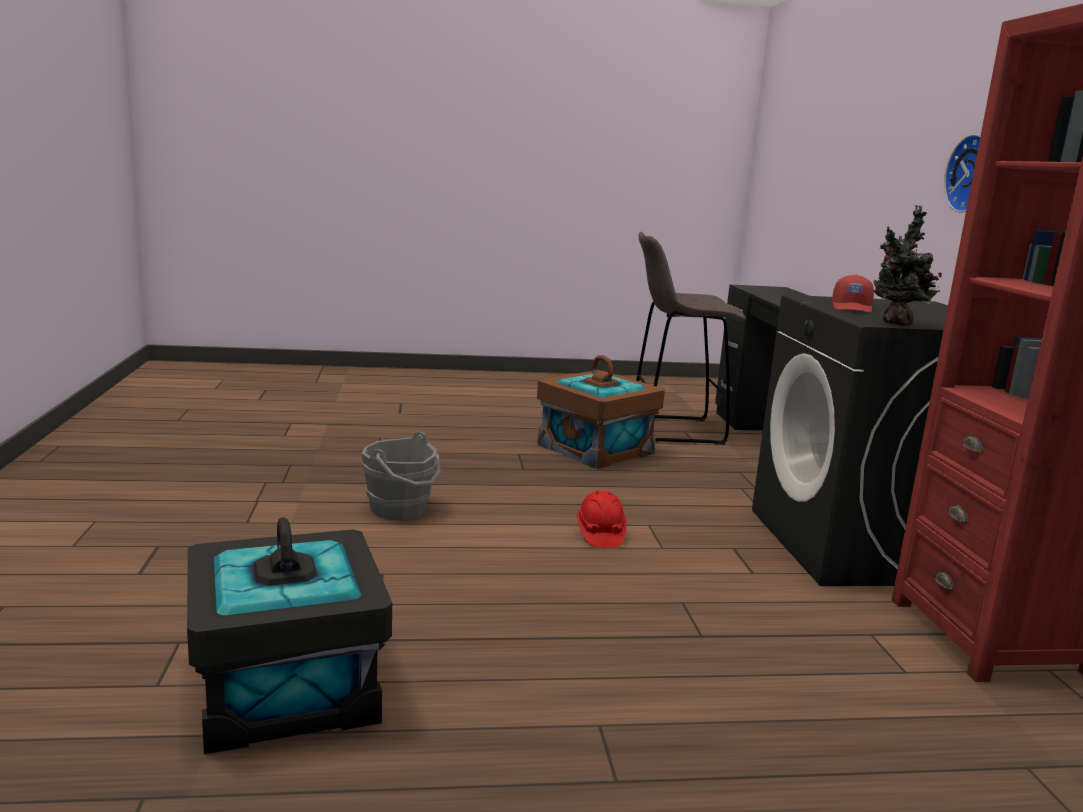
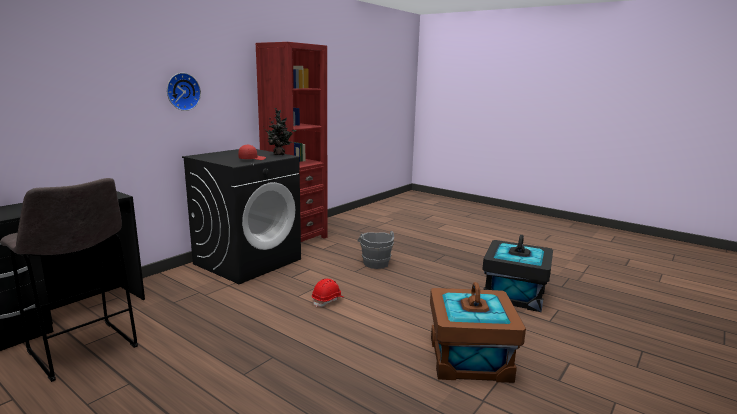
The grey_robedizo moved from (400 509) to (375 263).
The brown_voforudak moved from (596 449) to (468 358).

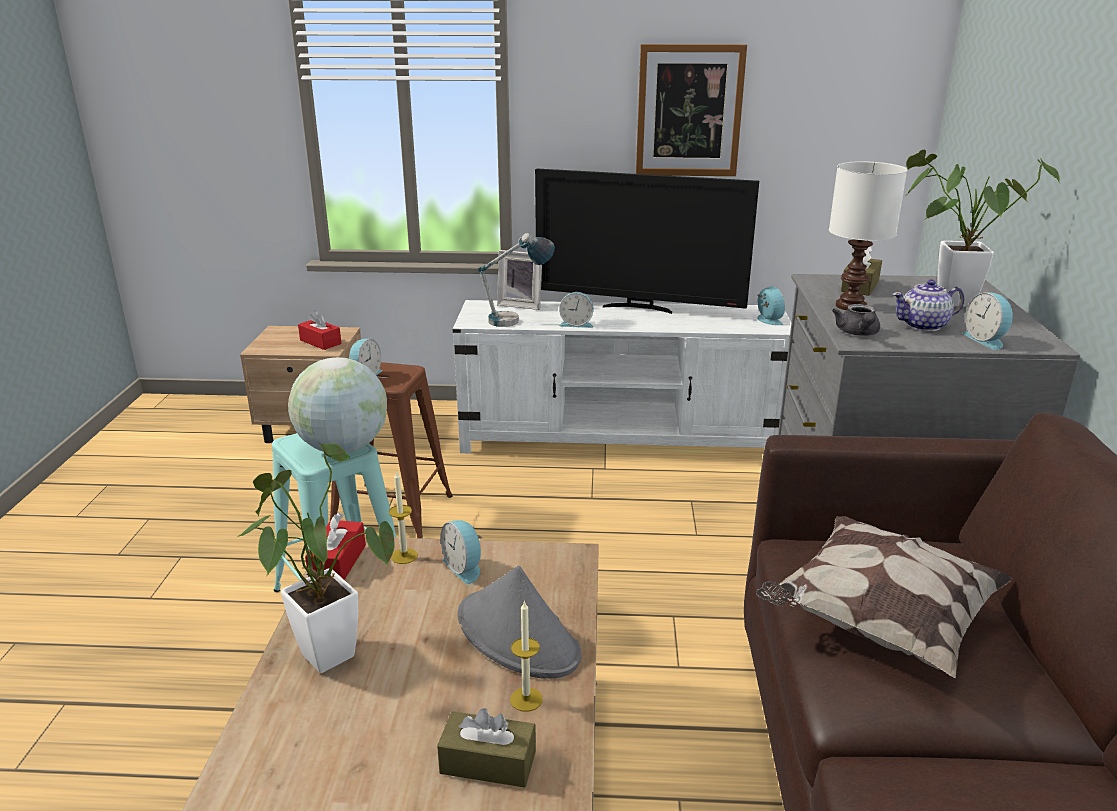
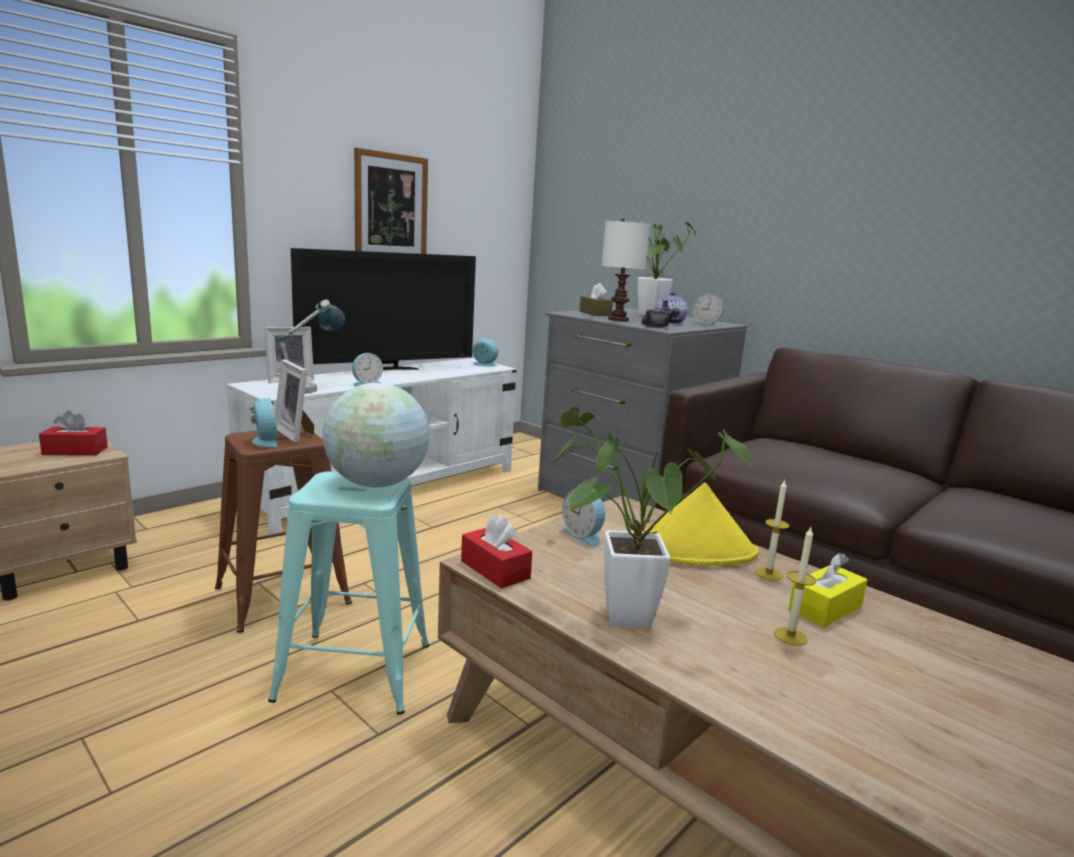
The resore moved from (404 556) to (790 636).
The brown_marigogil at (488 762) became the yellow_marigogil at (825 608).
The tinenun at (464 567) turned 45 degrees clockwise.
The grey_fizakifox at (518 636) became the yellow_fizakifox at (694 550).
The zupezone at (877 622) disappeared.
The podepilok at (296 434) appeared.

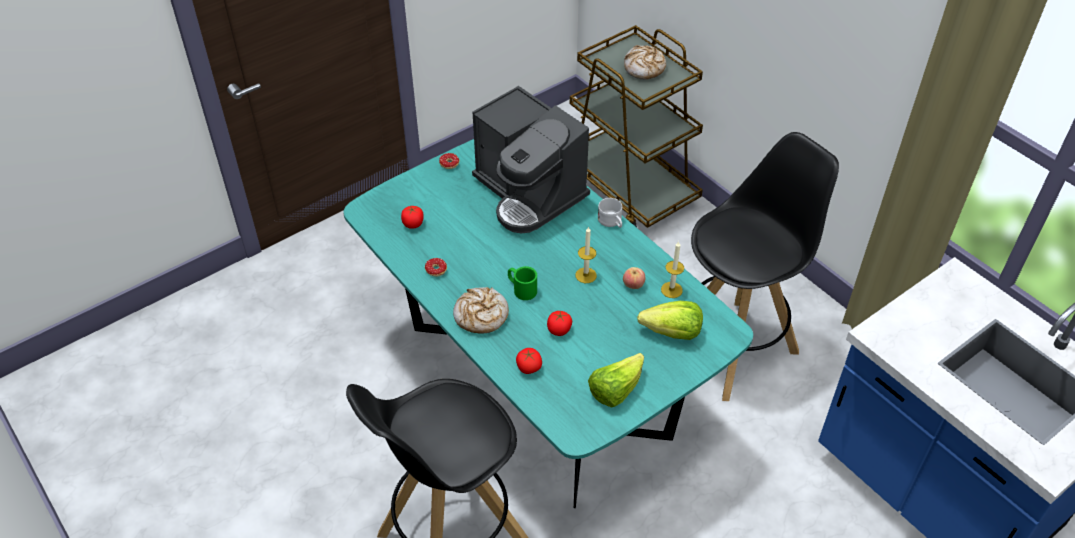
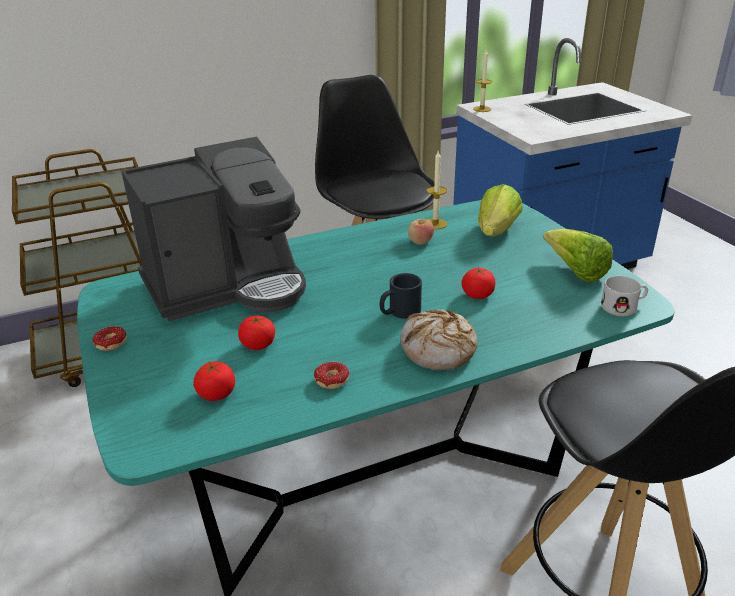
The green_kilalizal at (521 289) became the black_kilalizal at (399 312).
The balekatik moved from (528 367) to (258 345).
The resore moved from (586 275) to (482 109).
The white_kilalizal moved from (612 222) to (624 307).
The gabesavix at (644 68) disappeared.

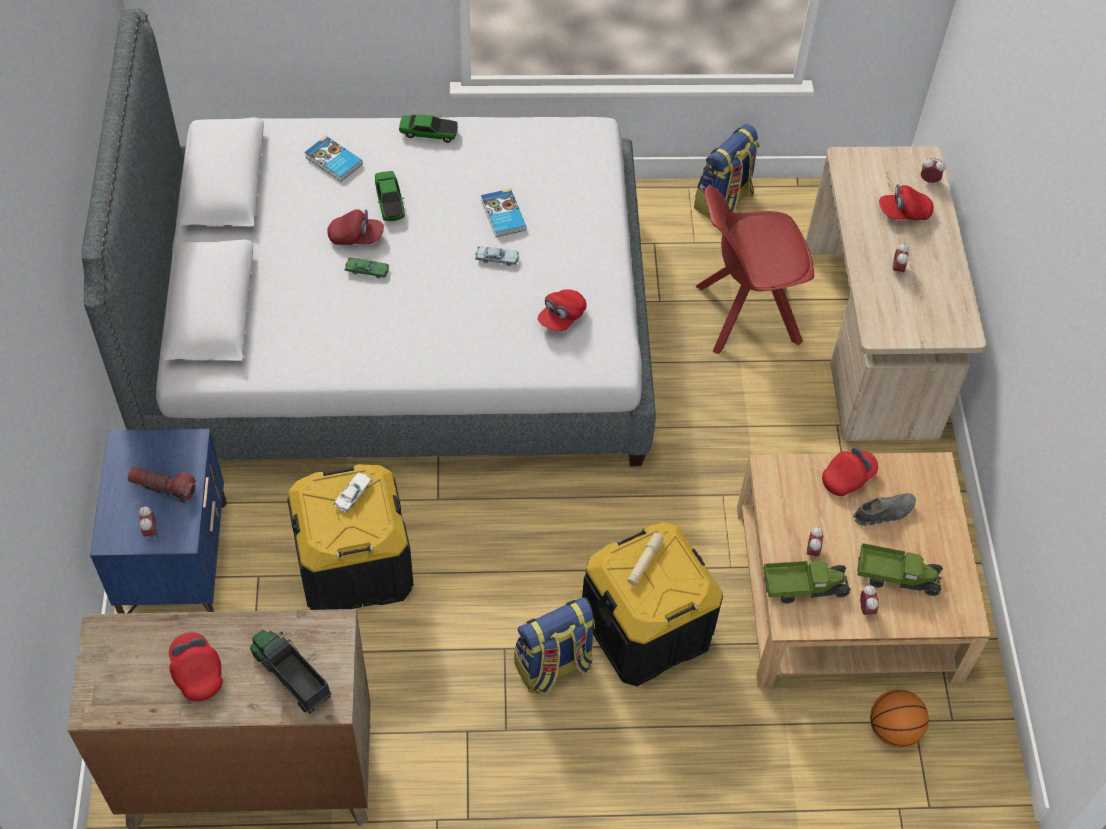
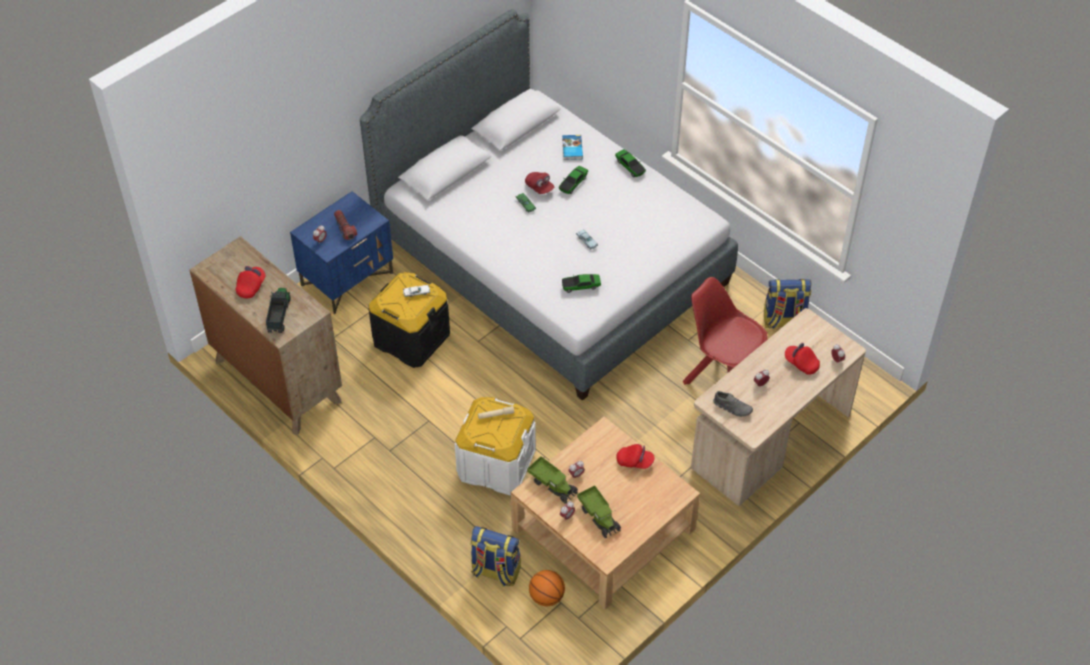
The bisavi at (502 215) disappeared.
The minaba moved from (553 666) to (495 571).
The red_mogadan at (561 317) was replaced by the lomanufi at (581 286).
The black_voforudak at (646 628) became the white_voforudak at (496 464).
The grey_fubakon moved from (883 512) to (732 407).

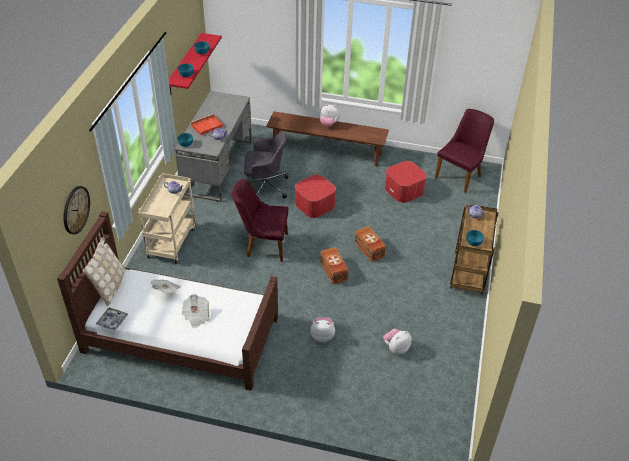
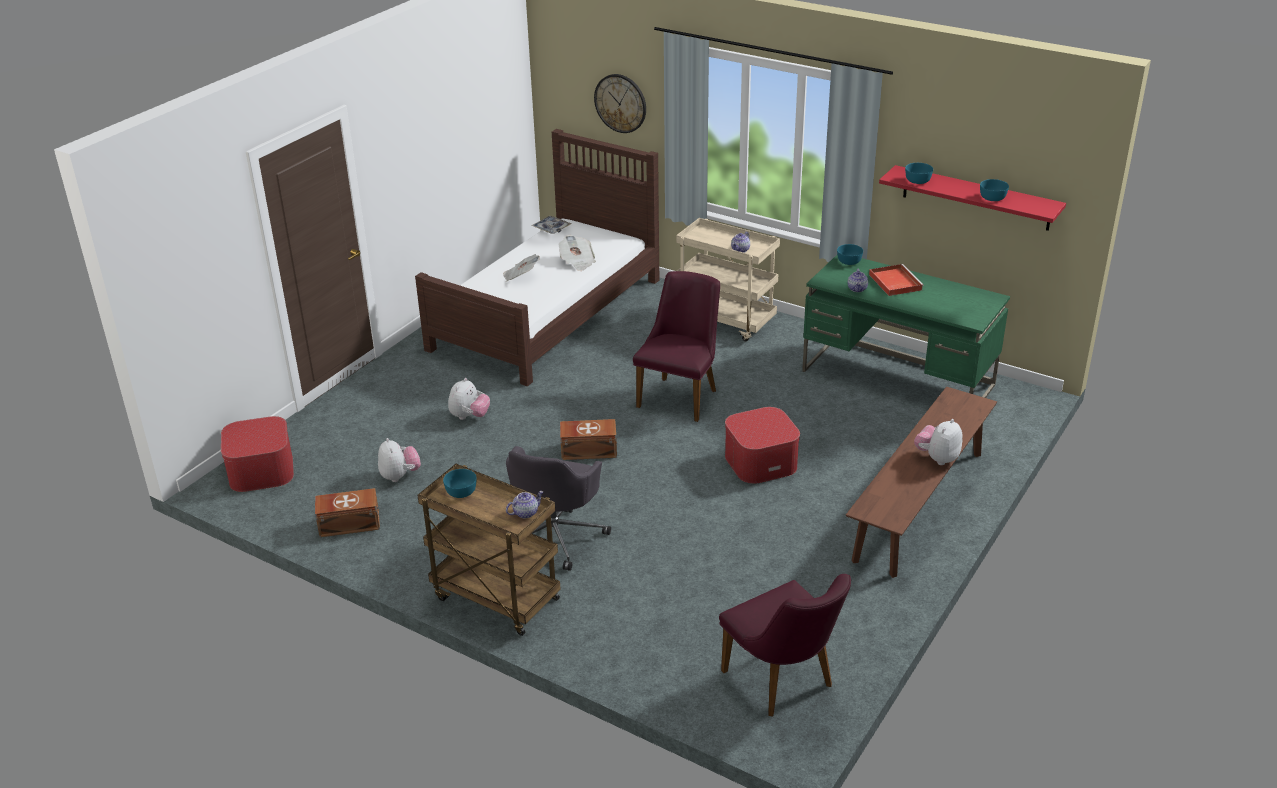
The beige_zupezone at (110 287) disappeared.
The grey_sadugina at (218 167) became the green_sadugina at (898 378).
The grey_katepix moved from (265 186) to (555 536).
The brown_voforudak moved from (369 250) to (348 523).
The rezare moved from (404 190) to (261 470).

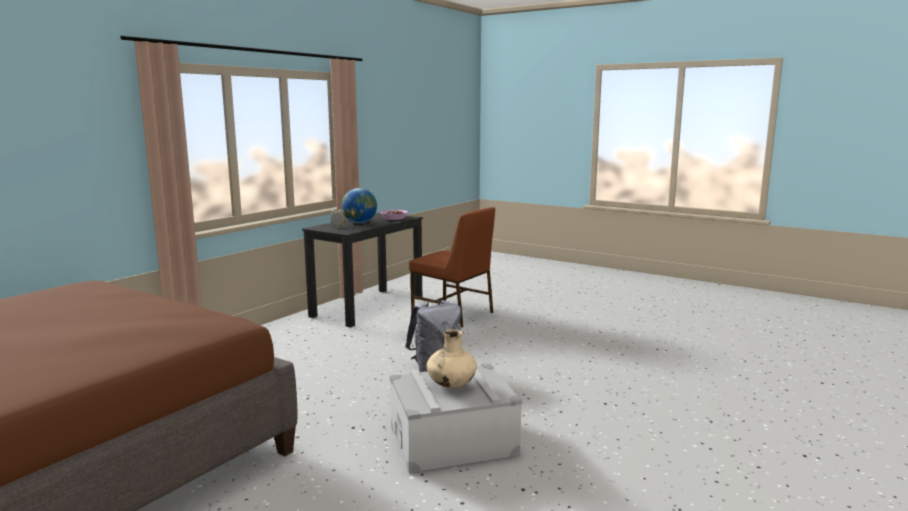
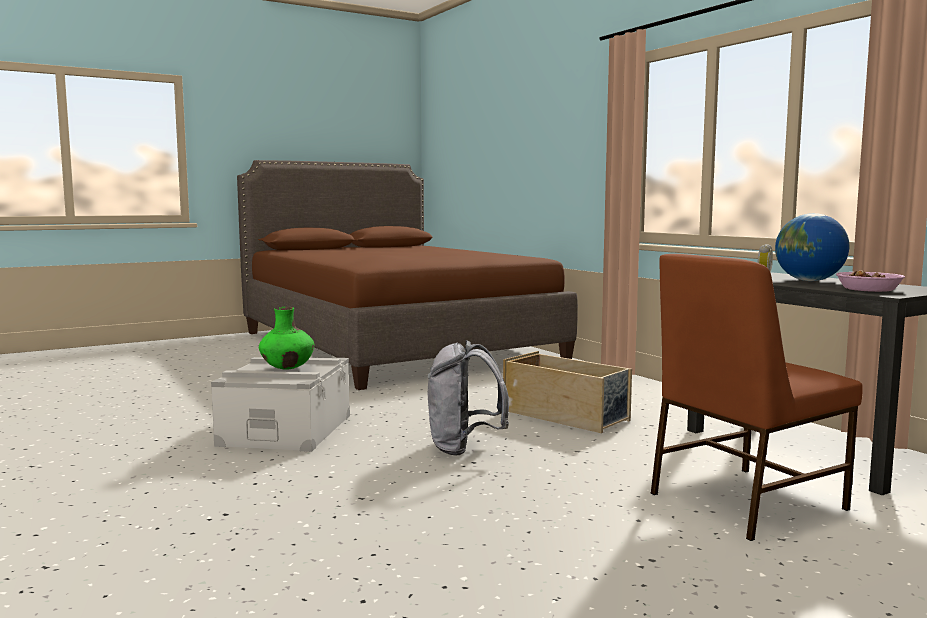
The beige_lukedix at (451 385) became the green_lukedix at (287 368).
The beige_voforudak at (566 416) appeared.

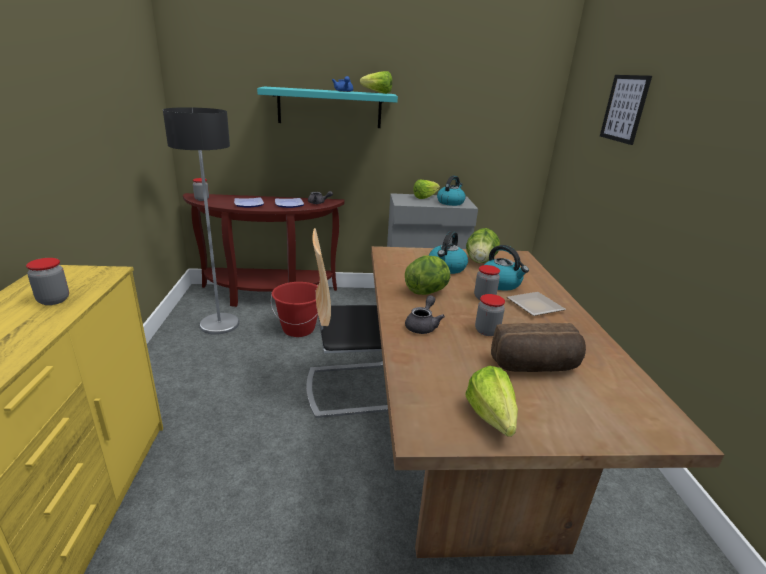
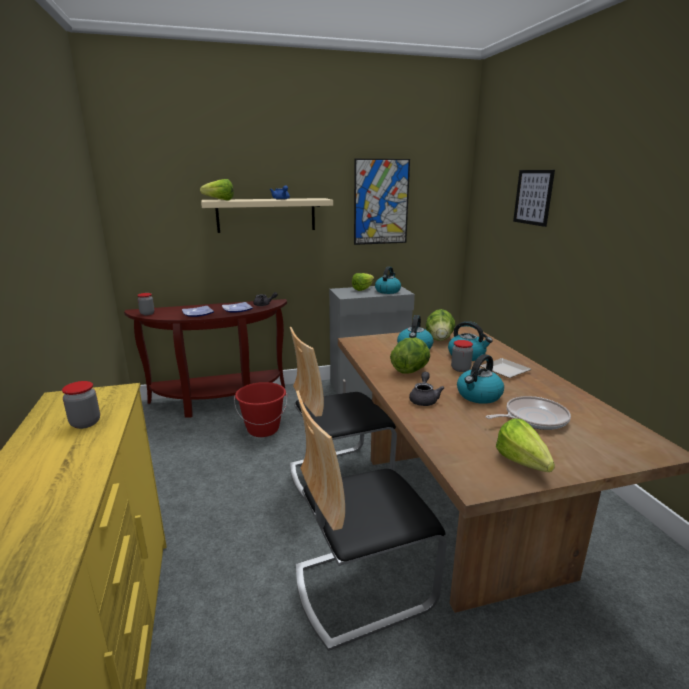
The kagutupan at (219 324) disappeared.
The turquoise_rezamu at (329 108) became the beige_rezamu at (266 215).
The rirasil moved from (375 93) to (217 200).
The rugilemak at (486 331) was replaced by the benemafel at (478 396).
The gabesavix at (535 367) was replaced by the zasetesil at (533 418).
The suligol at (361 585) appeared.
The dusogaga at (381 202) appeared.

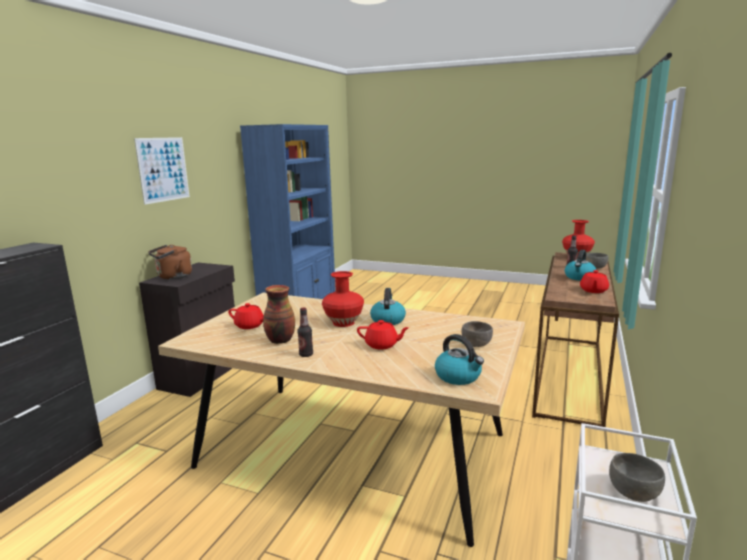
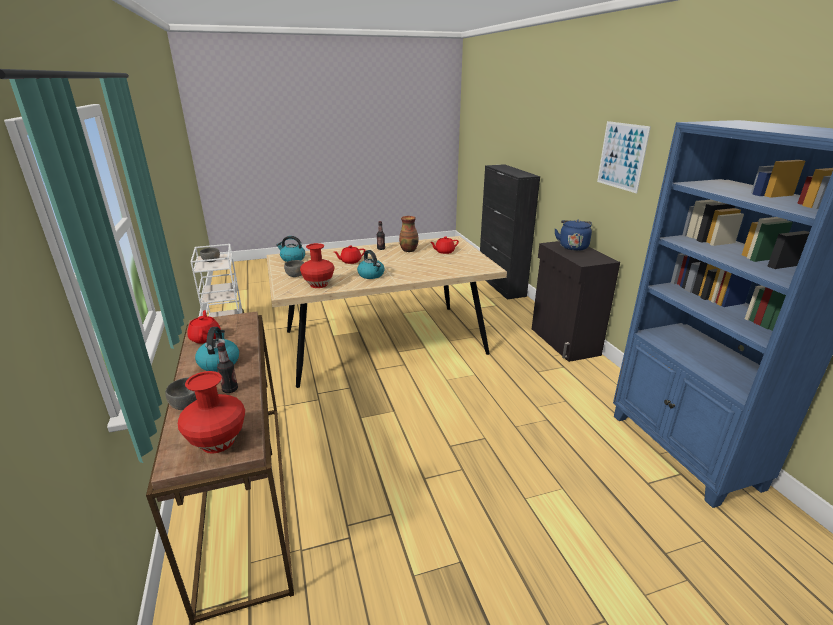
The brown_benemafel at (172 277) became the blue_benemafel at (572 247).
The red_lukedix moved from (343 322) to (319 285).

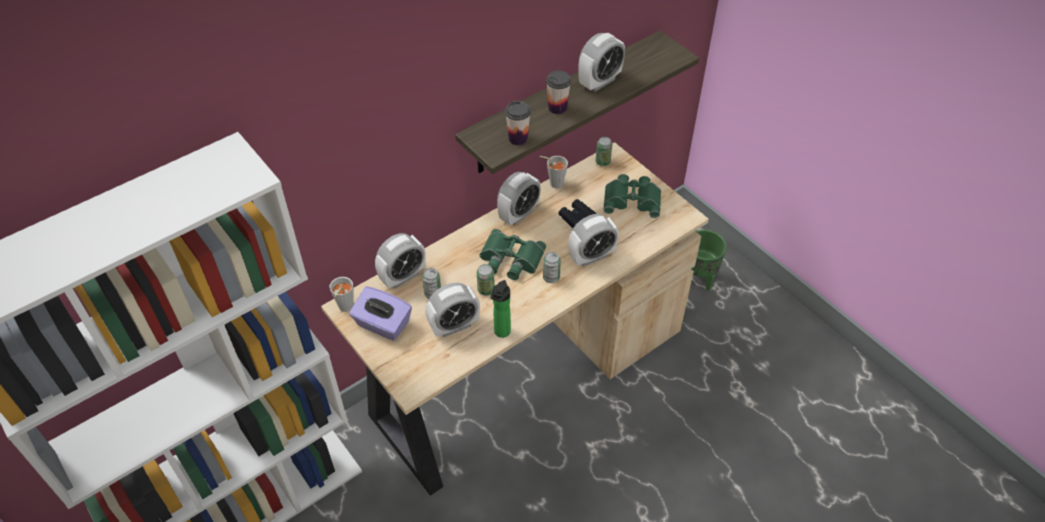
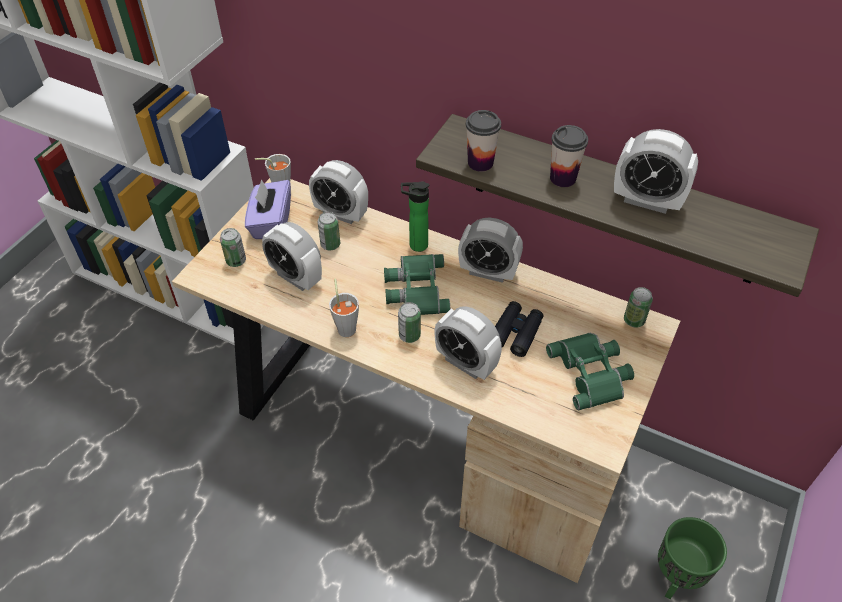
The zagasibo moved from (486 290) to (236 261).
The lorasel moved from (501 333) to (415 245).
The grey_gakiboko moved from (553 183) to (346 326).

